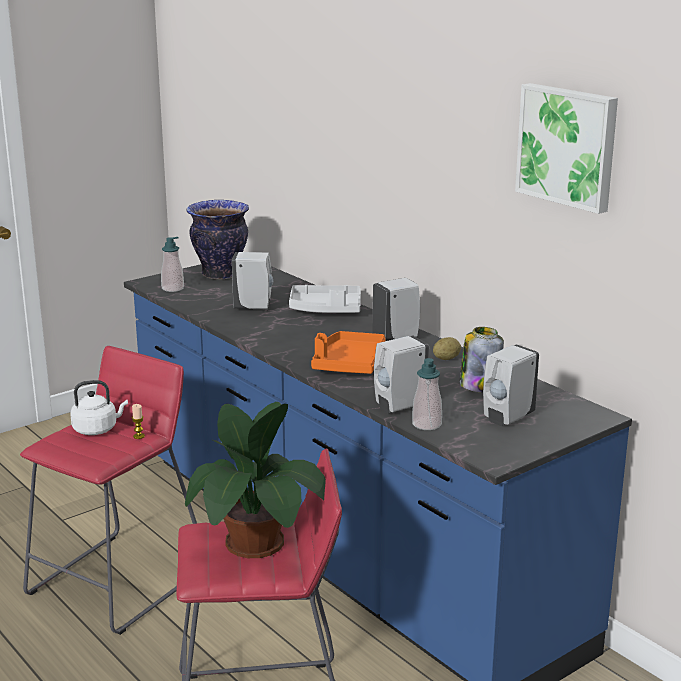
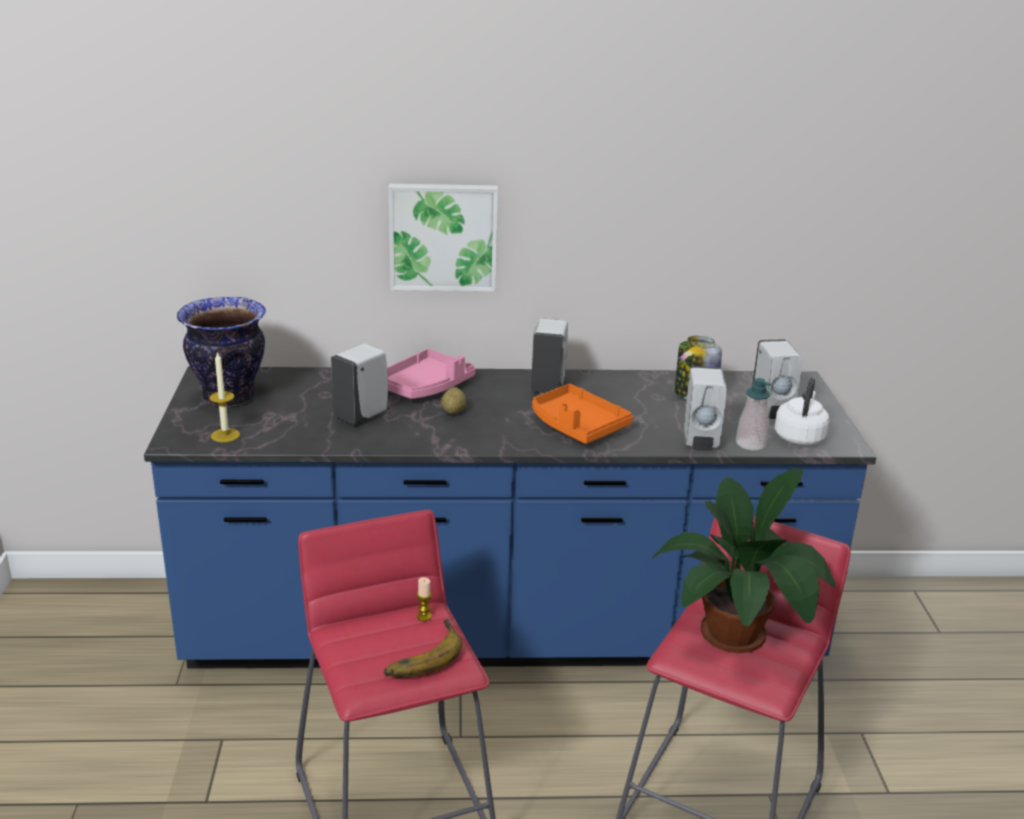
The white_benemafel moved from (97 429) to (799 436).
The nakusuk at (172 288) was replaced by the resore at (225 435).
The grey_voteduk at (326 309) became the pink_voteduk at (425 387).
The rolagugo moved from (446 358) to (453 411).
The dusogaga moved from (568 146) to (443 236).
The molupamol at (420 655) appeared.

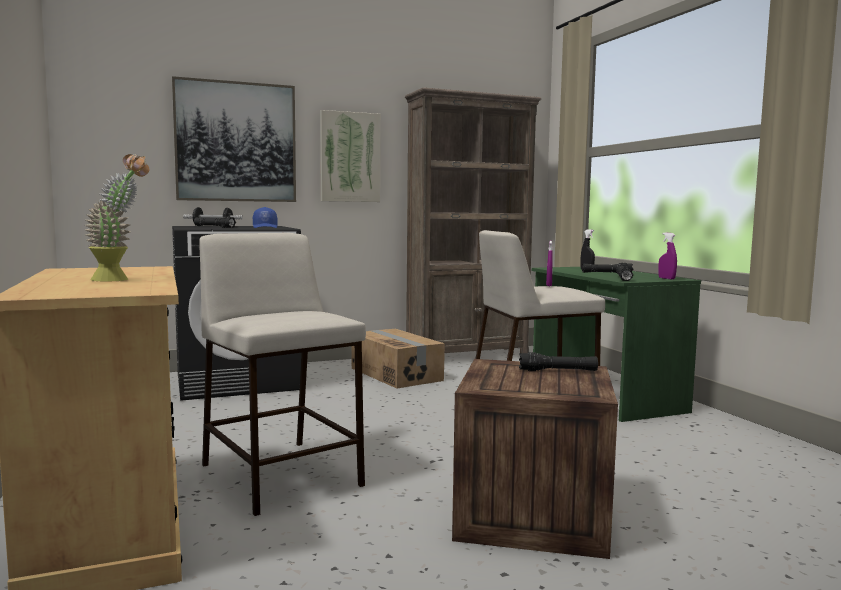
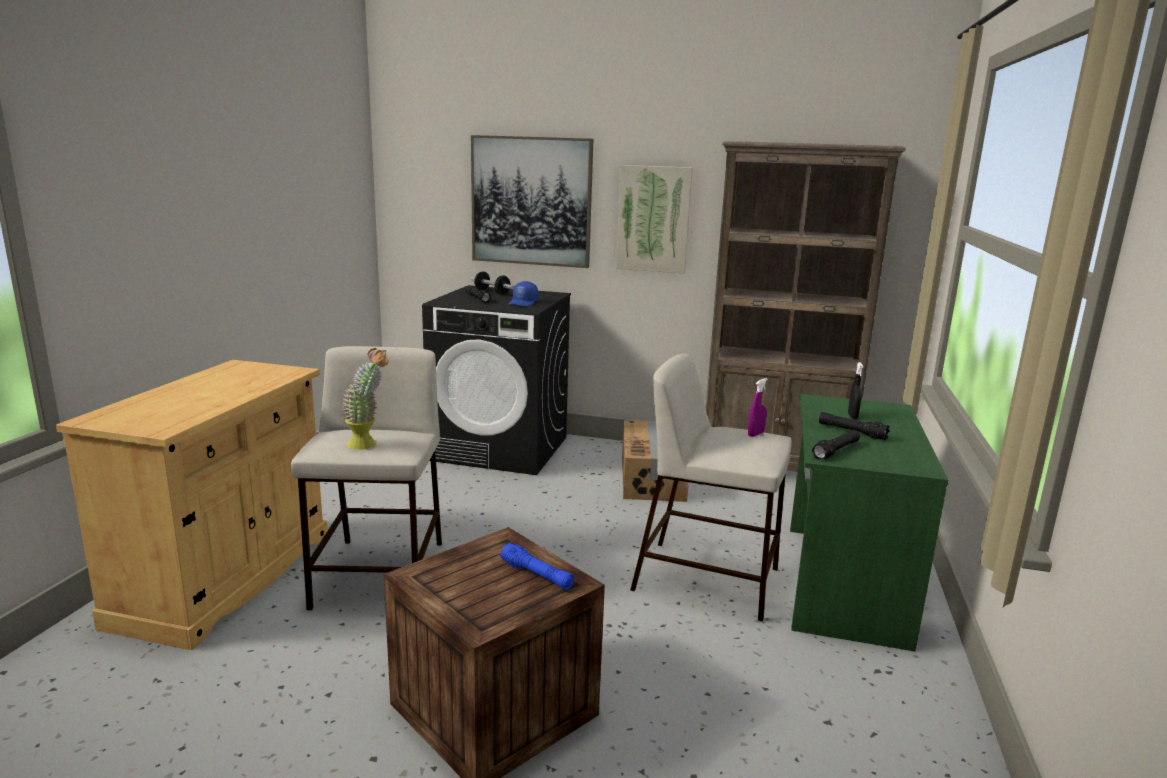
The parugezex moved from (120 279) to (368 445).
The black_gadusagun at (558 371) became the blue_gadusagun at (536 575).
The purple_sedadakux at (666 278) disappeared.

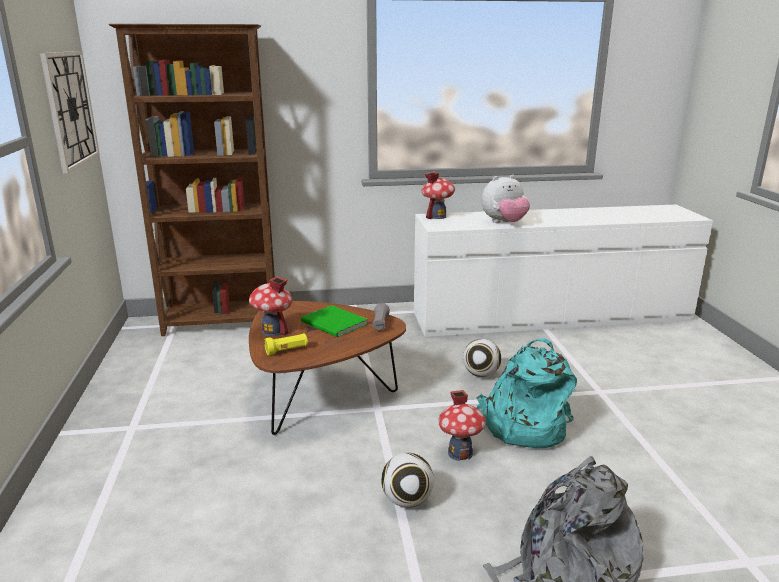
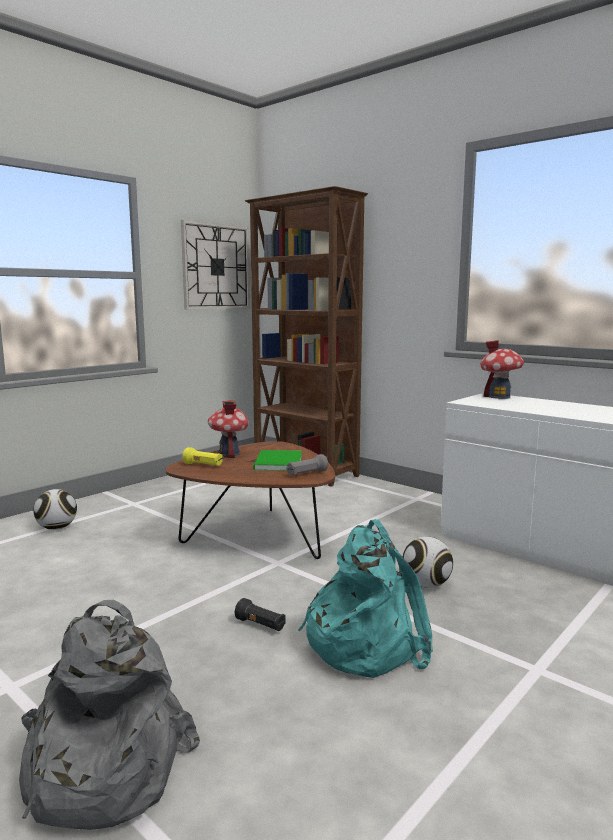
The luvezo moved from (407 500) to (57 528).
The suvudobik at (460 453) was replaced by the black_gadusagun at (261 625).
The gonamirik at (504 223) disappeared.

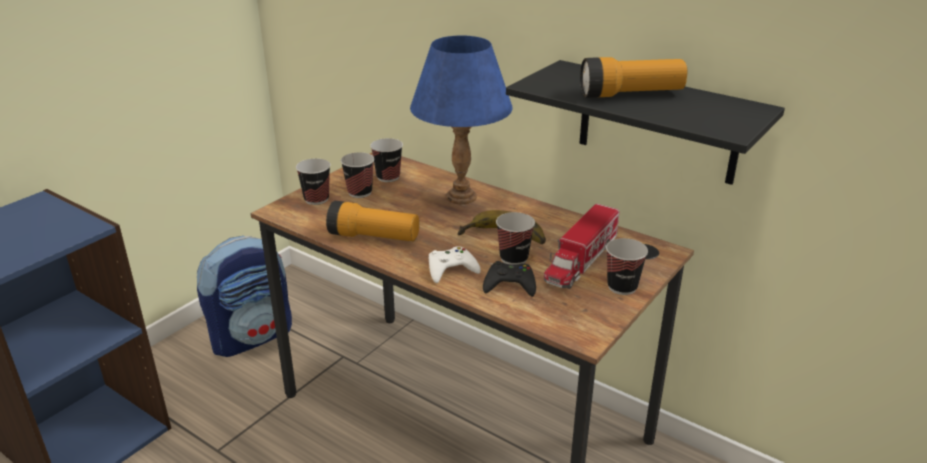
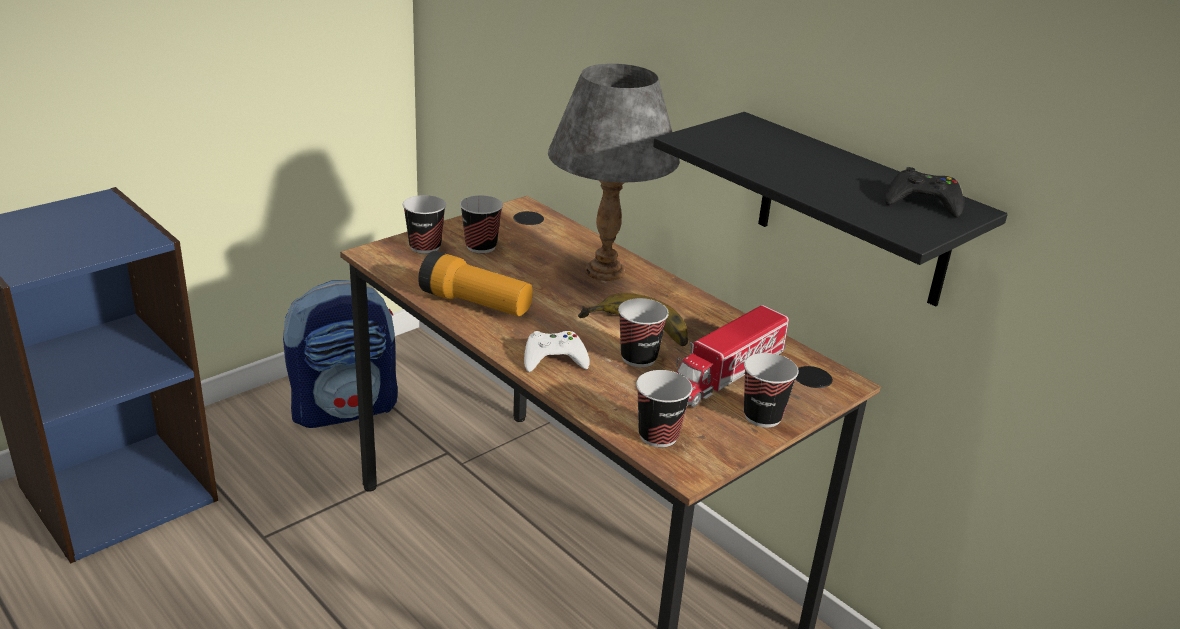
The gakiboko moved from (388 177) to (658 436).
The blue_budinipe at (461 197) became the grey_budinipe at (604 271).
The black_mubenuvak moved from (510 284) to (923 202).
The gadusagun at (631 94) disappeared.

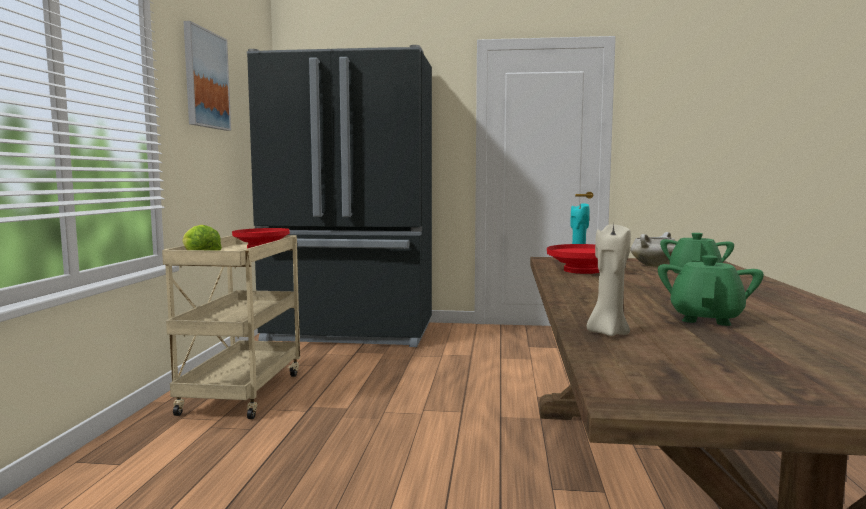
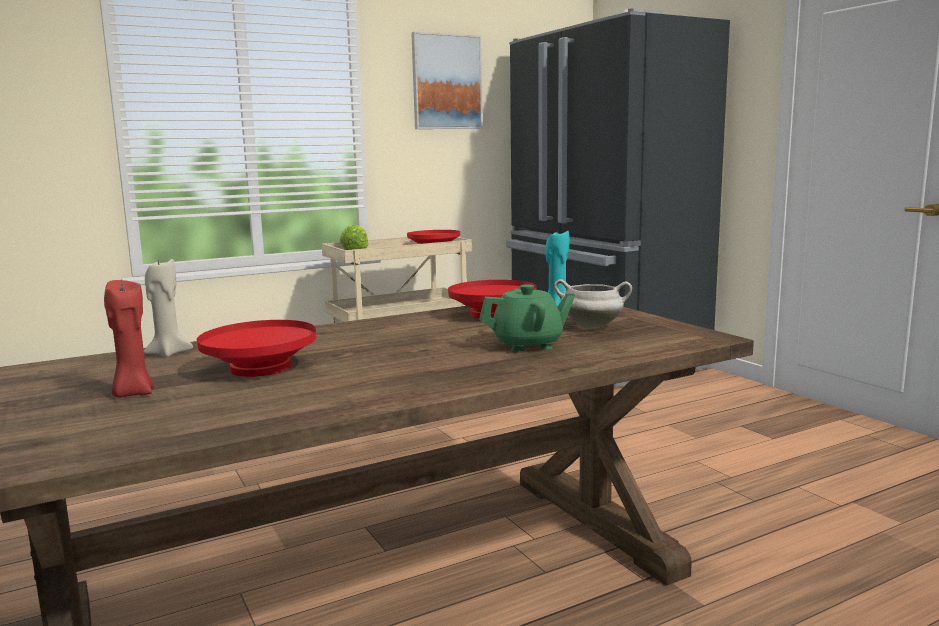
The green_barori at (706 319) was replaced by the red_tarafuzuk at (260 368).
The red_resore at (133 394) appeared.

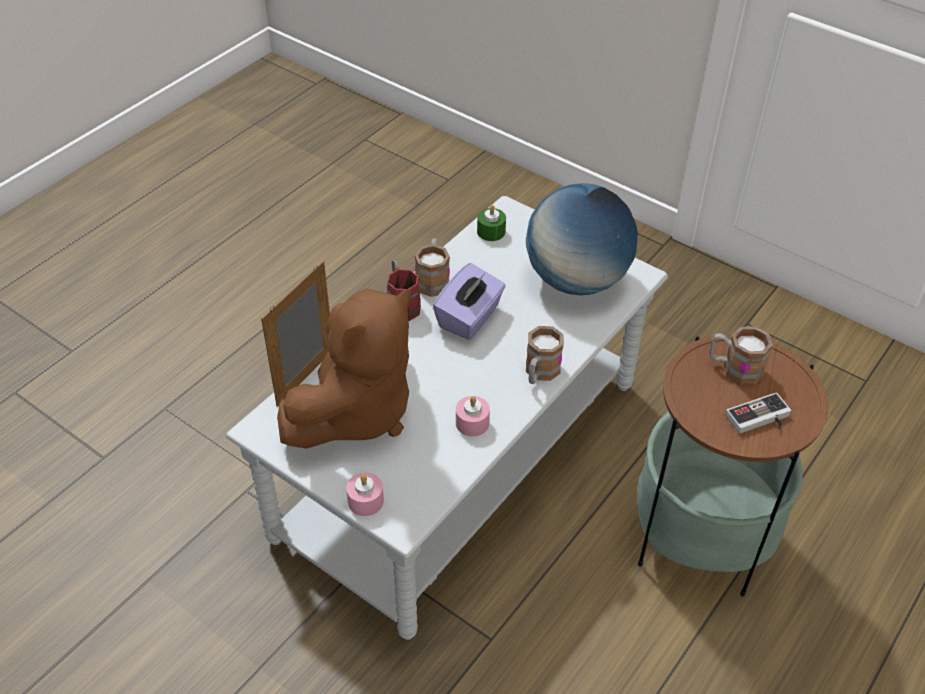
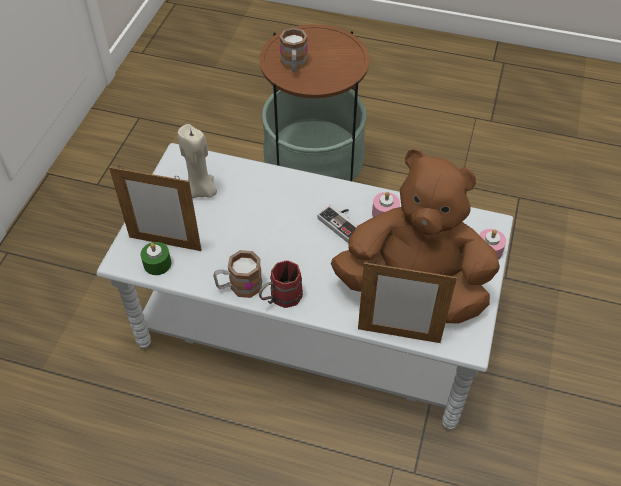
The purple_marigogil at (469 318) disappeared.
The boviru at (576 280) was replaced by the beige_resore at (201 191).
The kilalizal at (539 373) disappeared.
The mubenuvak moved from (760 420) to (343 223).
The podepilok at (165 243) appeared.

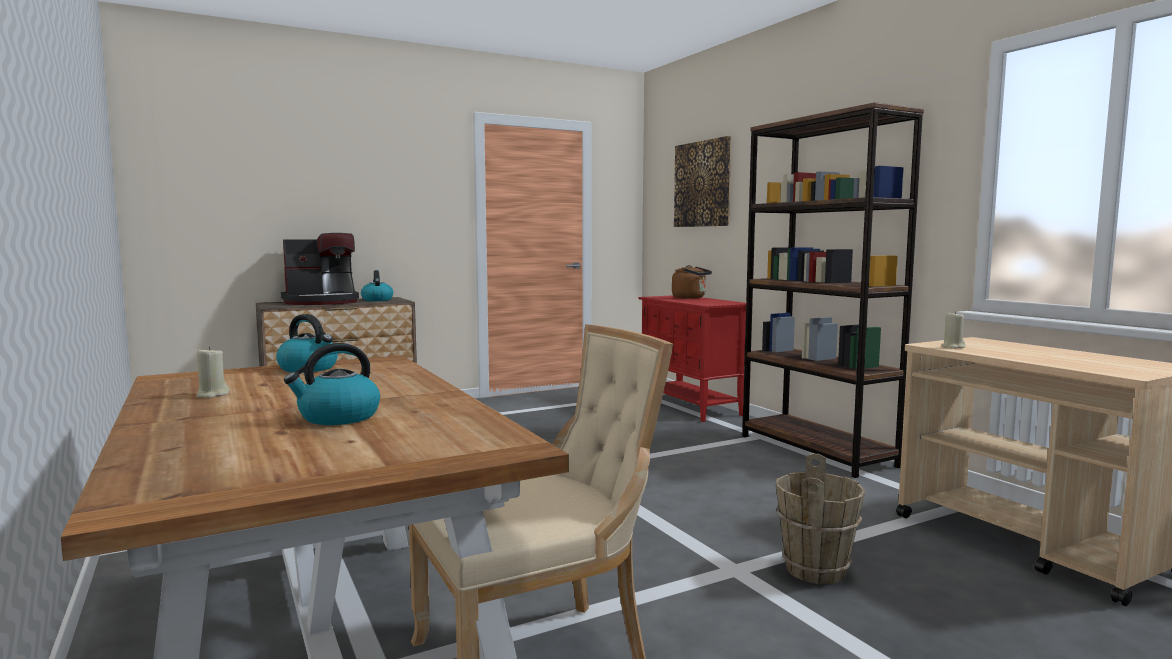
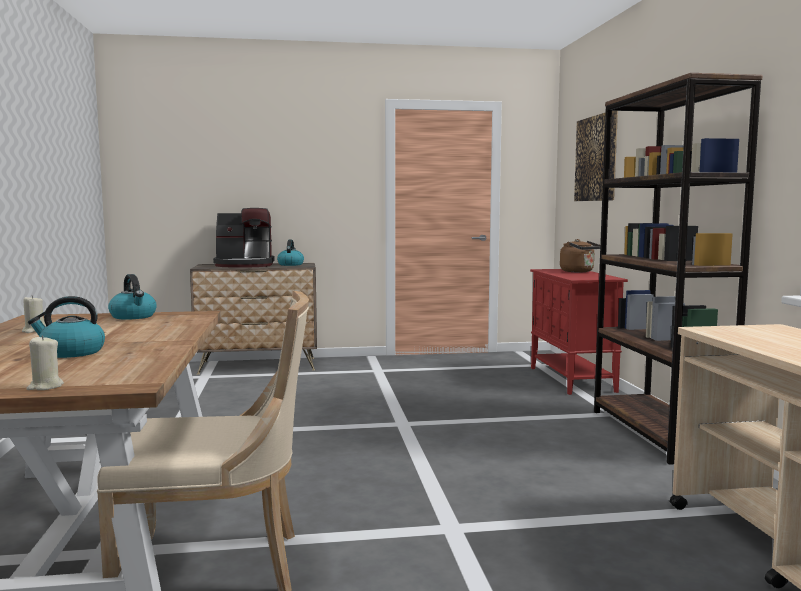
The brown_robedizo at (816 570) disappeared.
The beige_resore moved from (953 347) to (45 387).

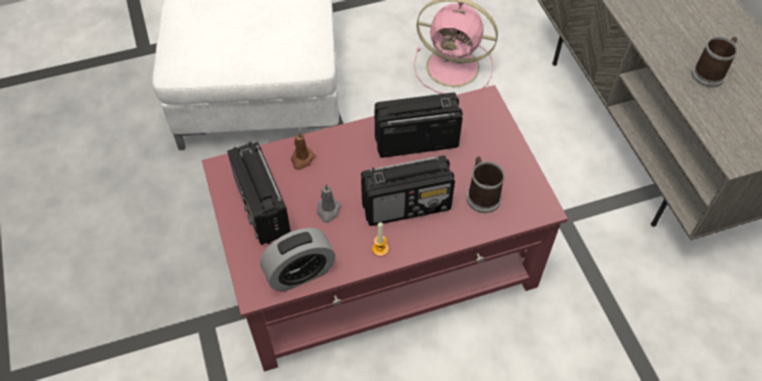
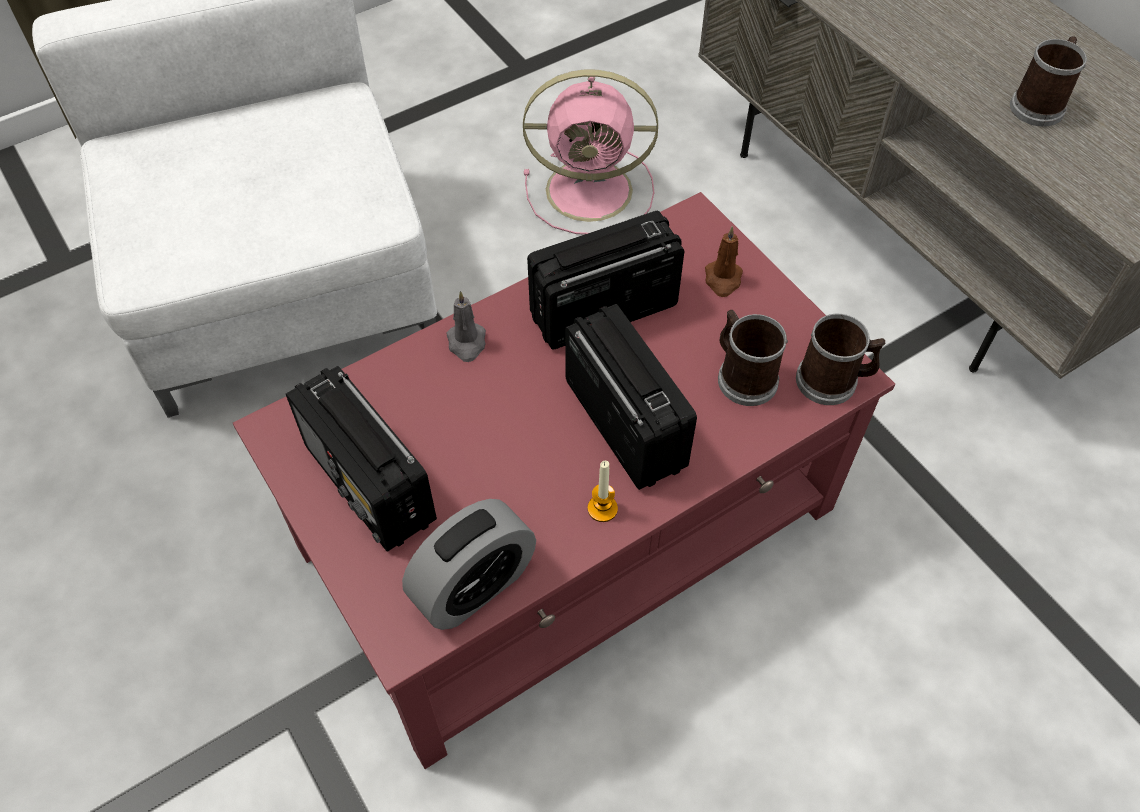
The brown_resore moved from (302 159) to (723 279).
The grey_resore moved from (328 211) to (467 343).
The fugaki at (407 206) turned 90 degrees counterclockwise.
The kilalizal at (833 381) appeared.

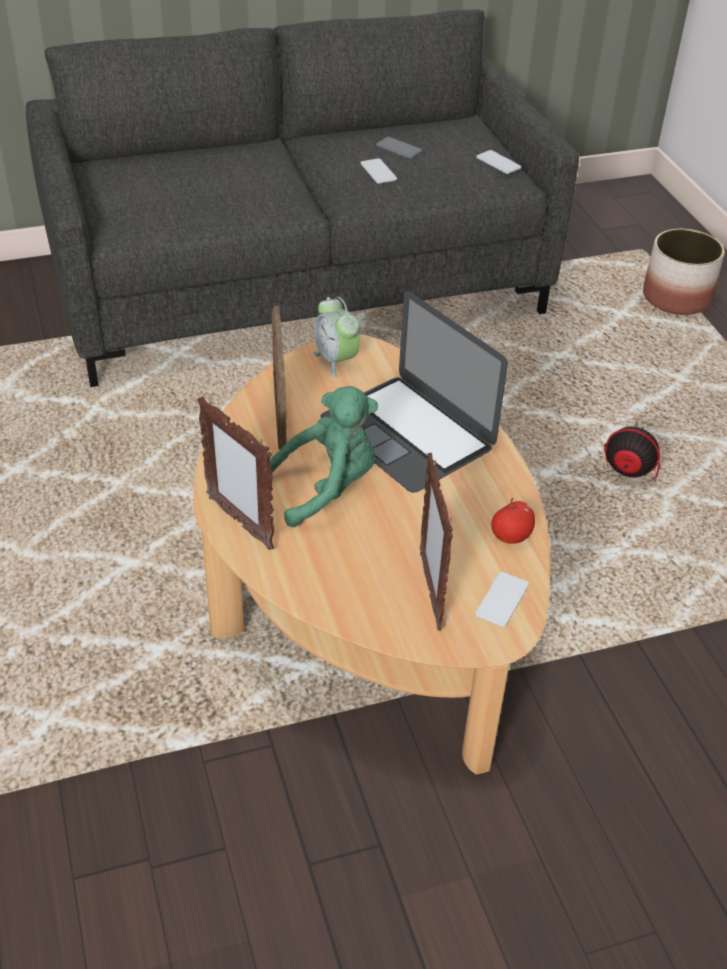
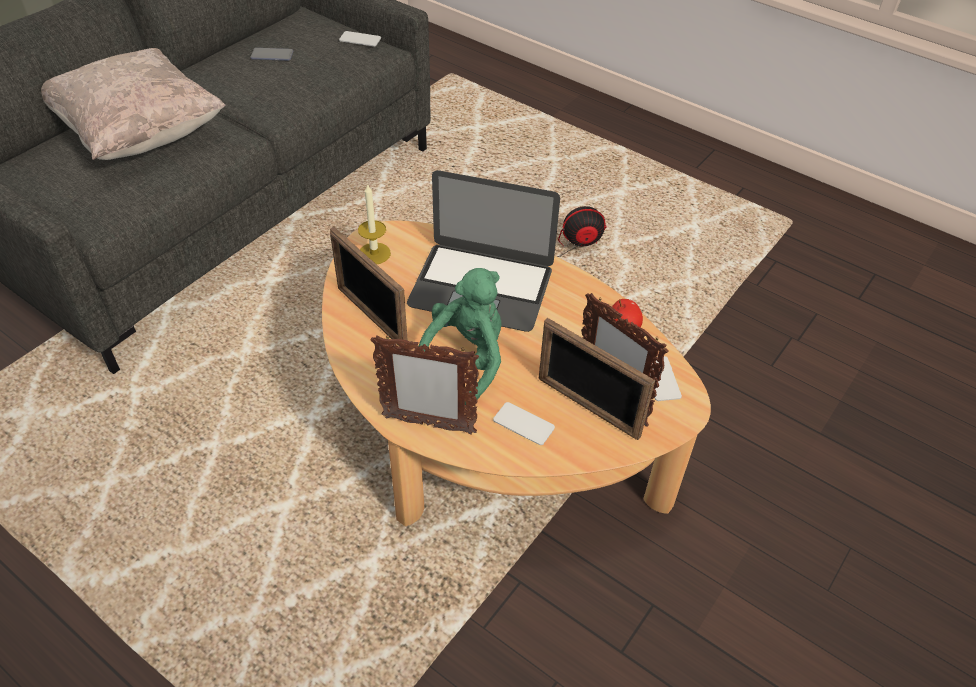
The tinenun at (336 361) was replaced by the resore at (374 253).
The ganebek moved from (378 172) to (523 424).
The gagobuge at (676 297) disappeared.
The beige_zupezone at (140 134) appeared.
The podepilok at (587 407) appeared.

